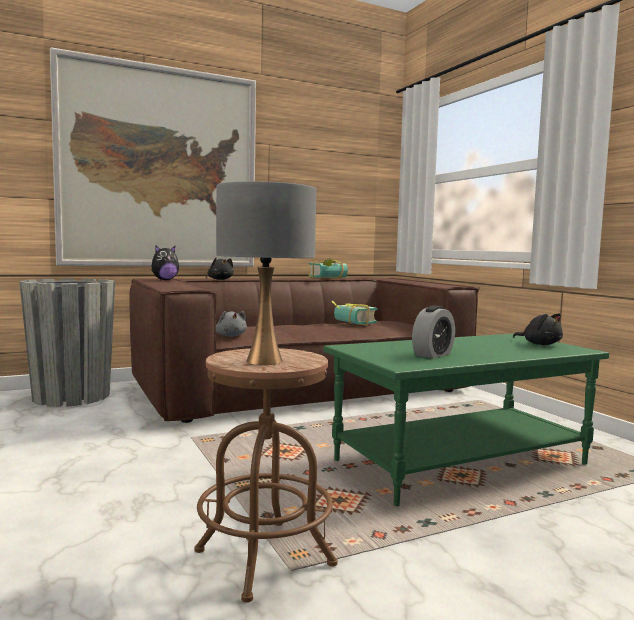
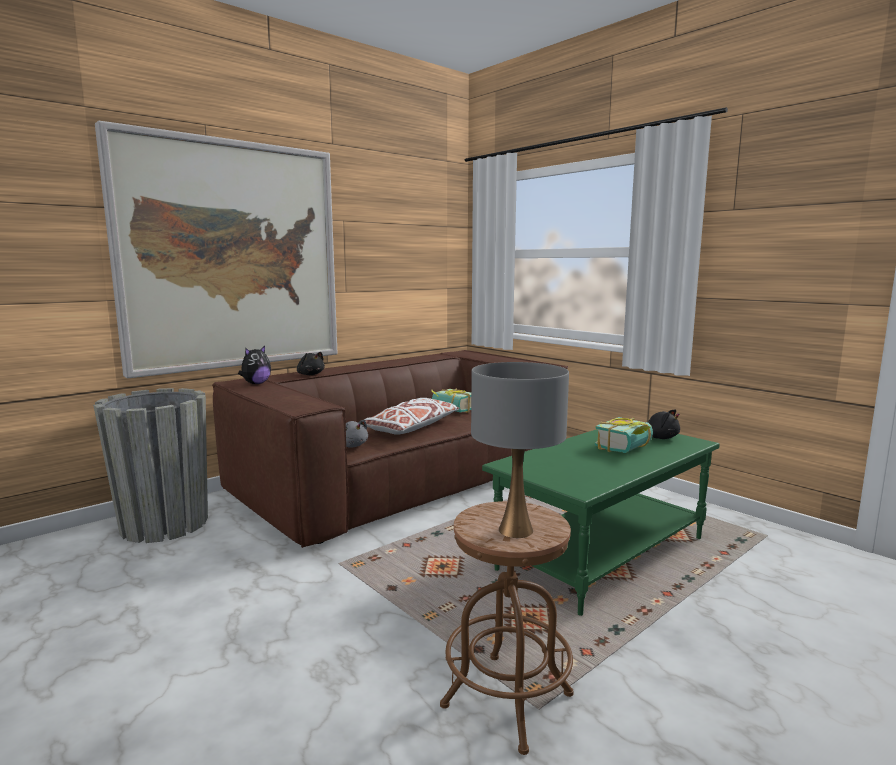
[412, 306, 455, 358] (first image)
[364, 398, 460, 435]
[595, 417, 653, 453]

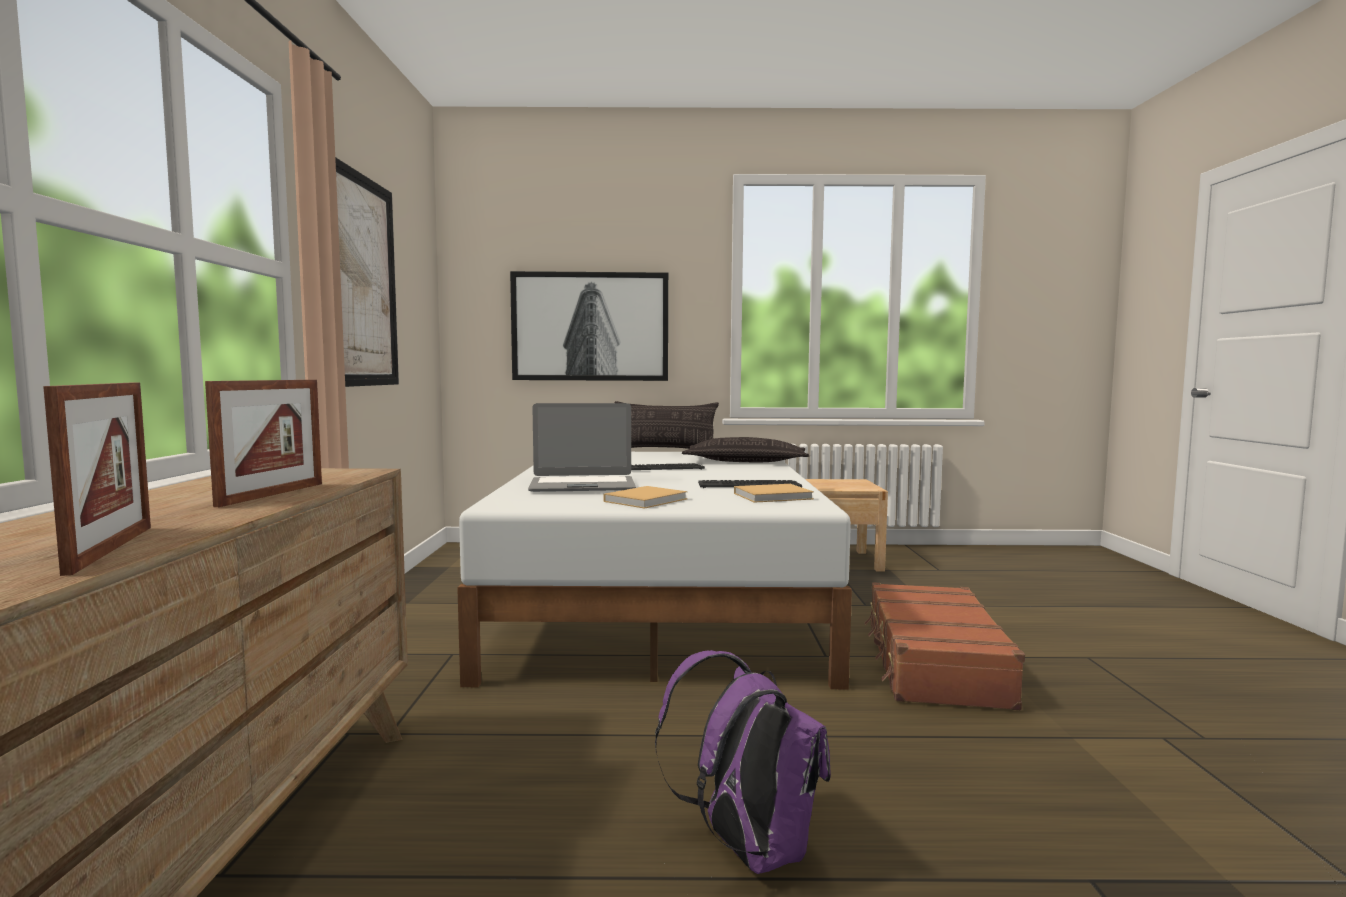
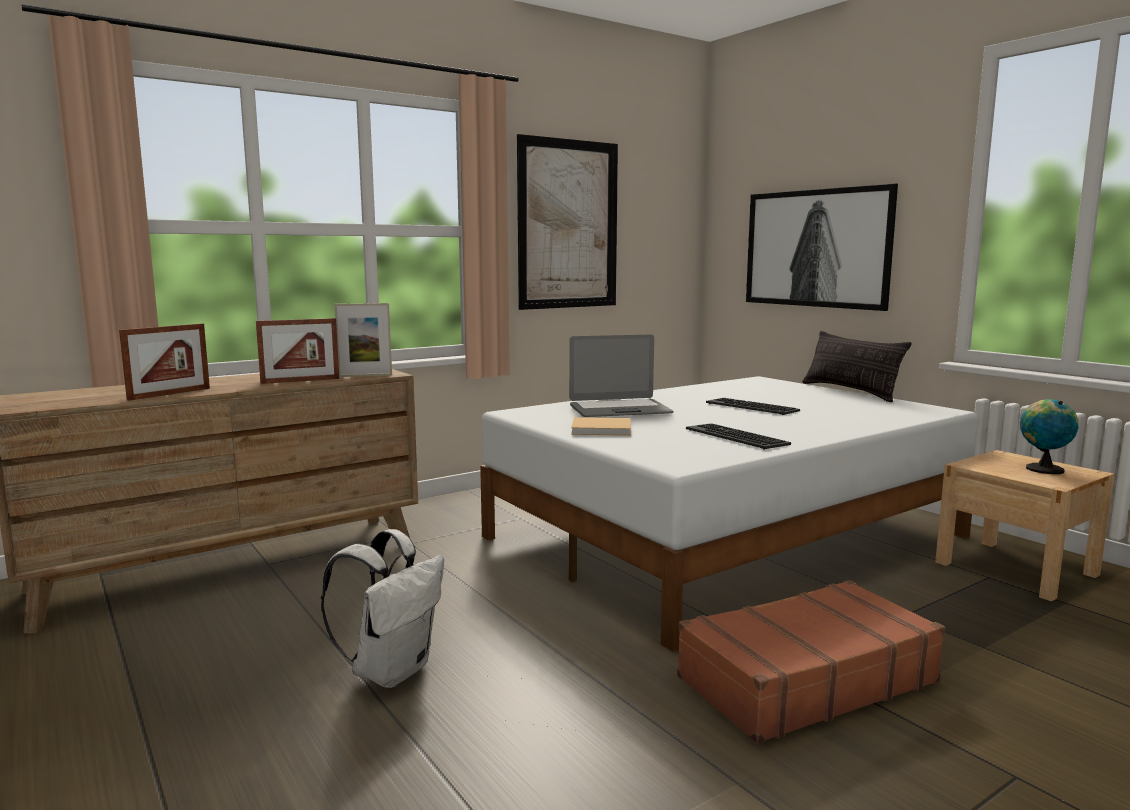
[682, 437, 809, 462] (first image)
[734, 484, 814, 503] (first image)
[335, 303, 392, 377]
[1020, 399, 1079, 474]
[321, 529, 444, 688]
[569, 335, 674, 417]

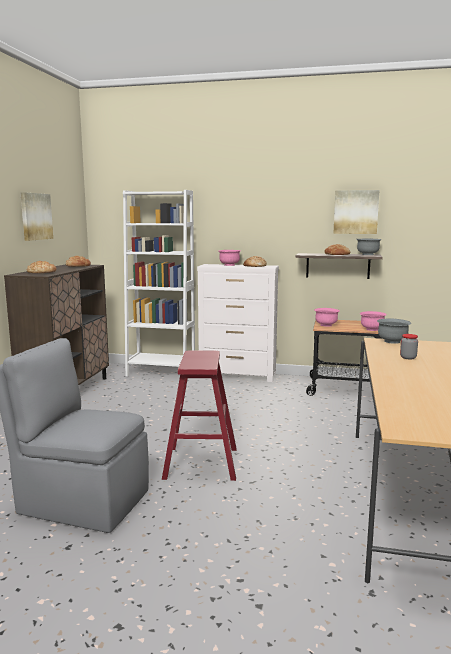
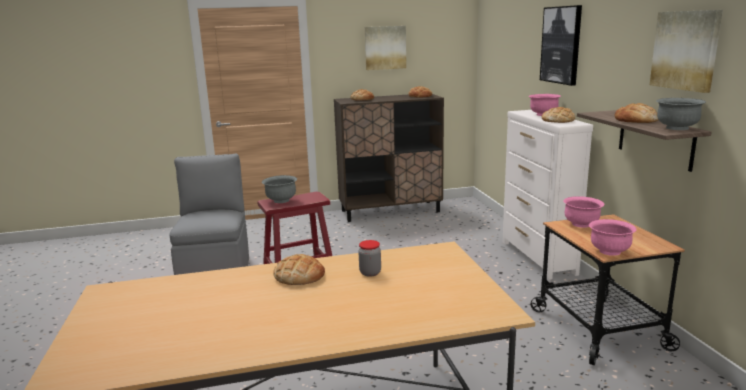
[123, 190, 195, 377] (first image)
[273, 254, 325, 285]
[540, 5, 582, 86]
[262, 175, 297, 203]

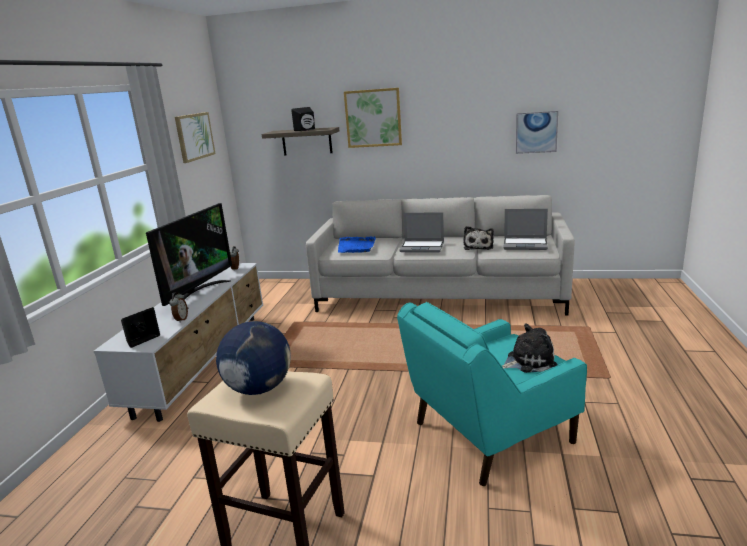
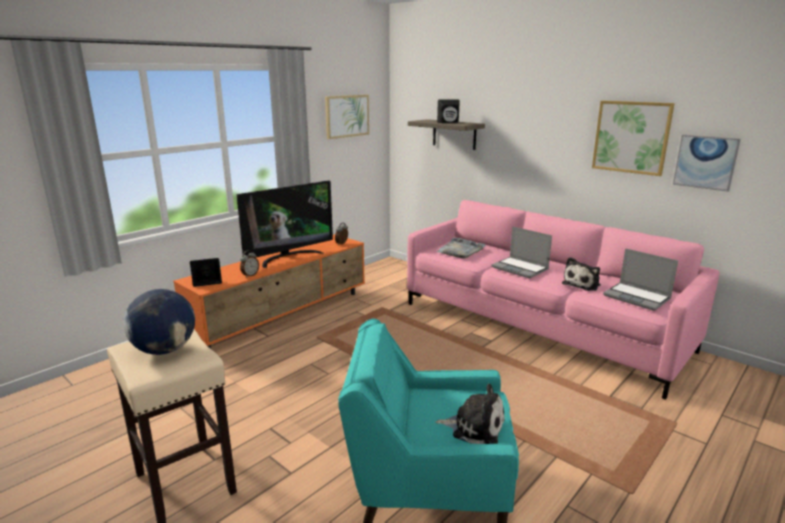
[592, 101, 675, 176]
[173, 234, 365, 349]
[407, 200, 719, 400]
[436, 238, 486, 258]

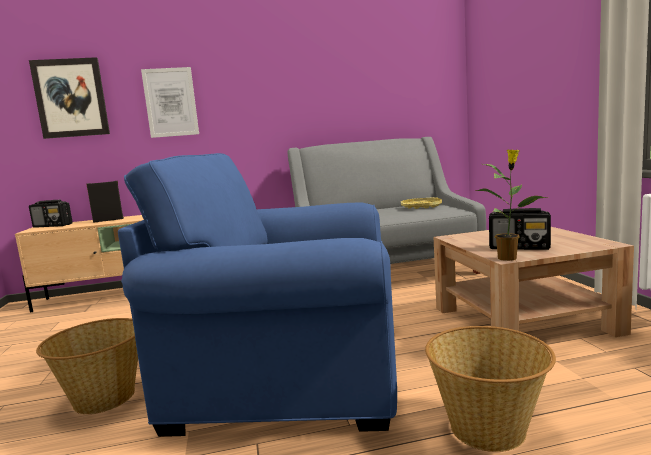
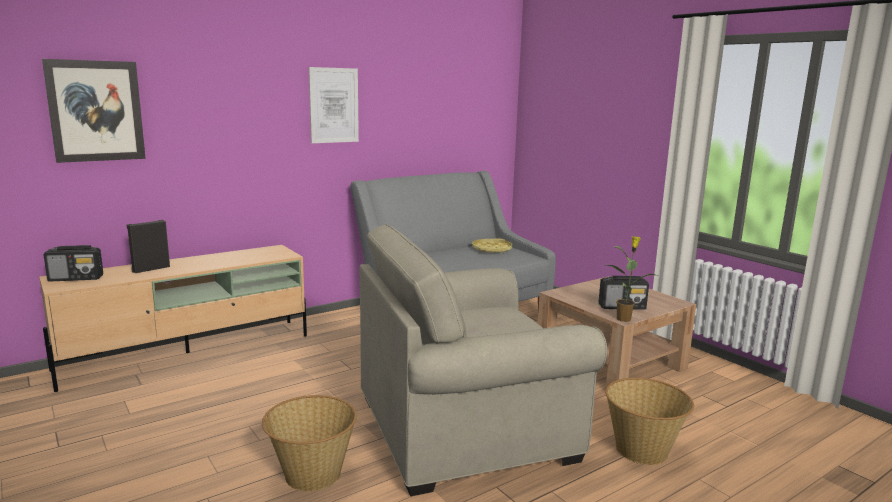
[309, 67, 359, 143]
[360, 224, 607, 496]

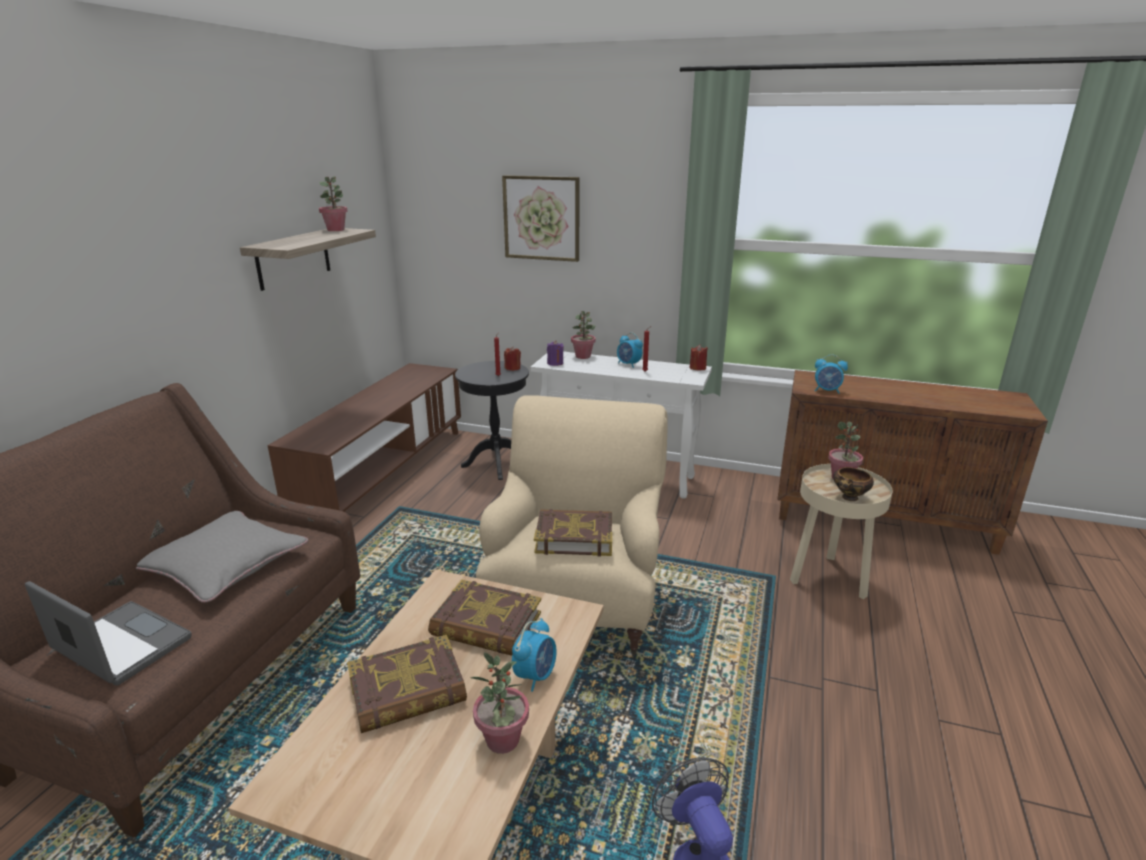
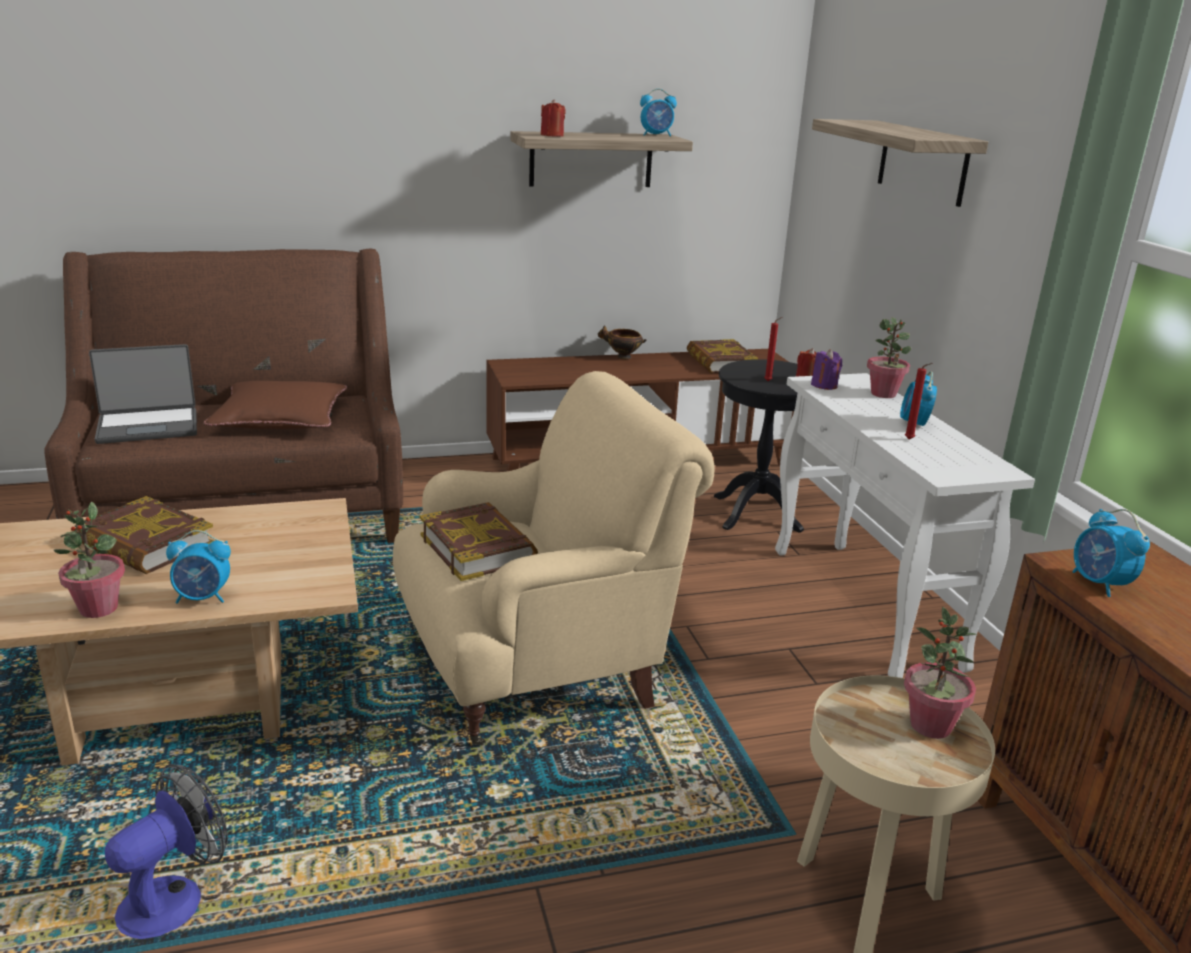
[687, 339, 758, 373]
[541, 99, 566, 137]
[598, 325, 647, 359]
[640, 89, 677, 136]
[812, 119, 988, 207]
[204, 381, 347, 429]
[89, 344, 197, 444]

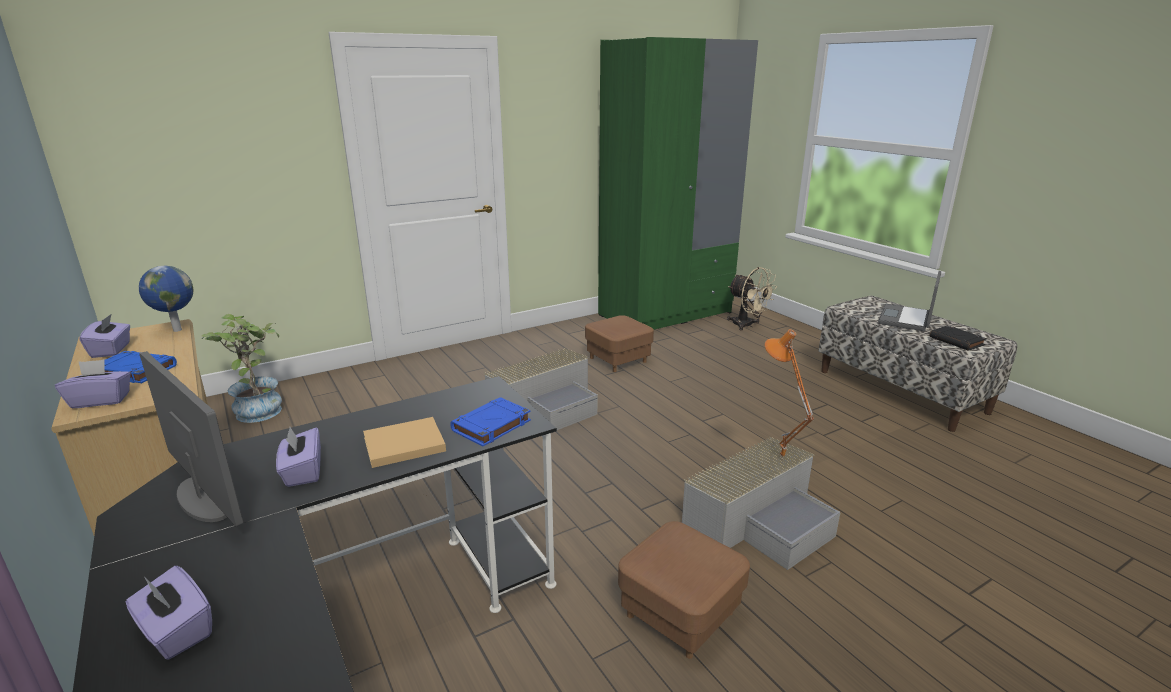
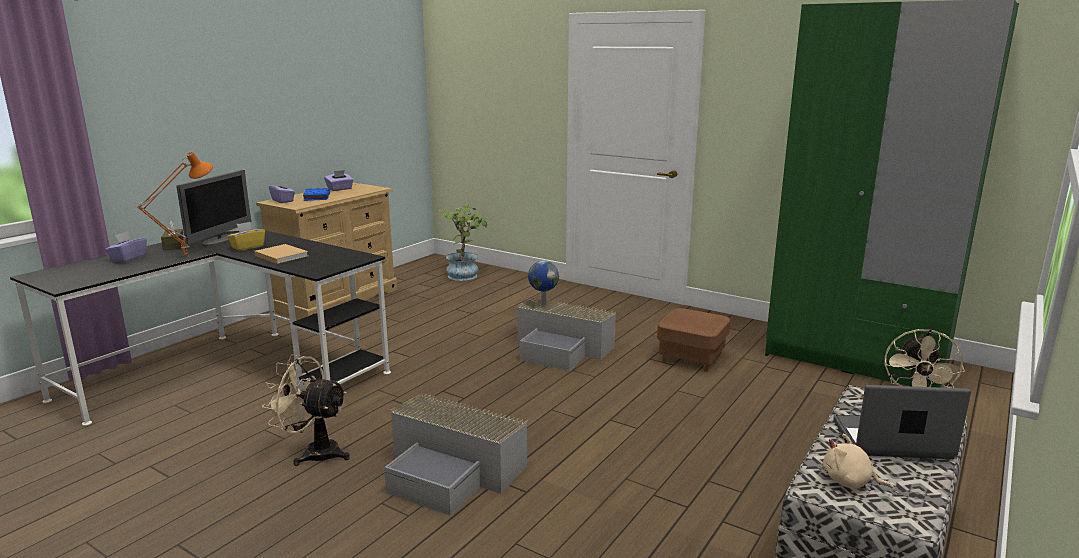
[450, 397, 531, 447] (first image)
[161, 220, 184, 250]
[528, 260, 559, 305]
[137, 152, 213, 258]
[262, 355, 350, 466]
[823, 434, 895, 491]
[227, 222, 265, 251]

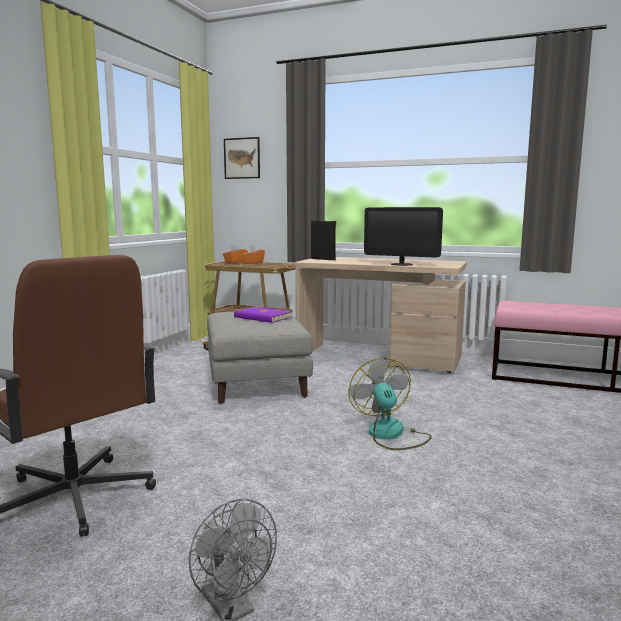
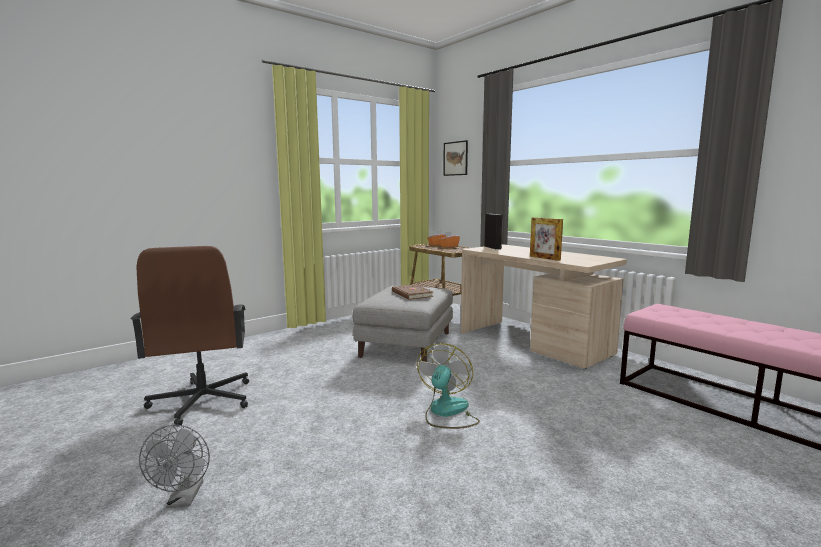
[530, 217, 563, 261]
[392, 284, 434, 300]

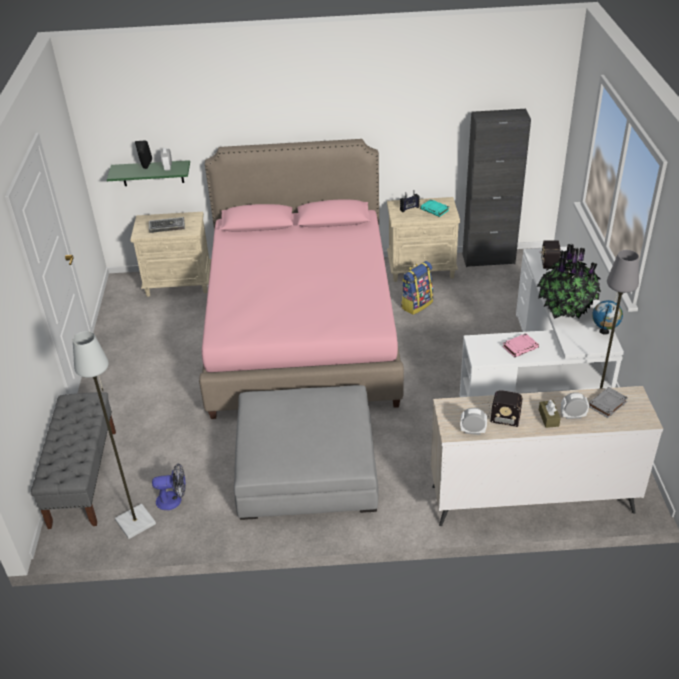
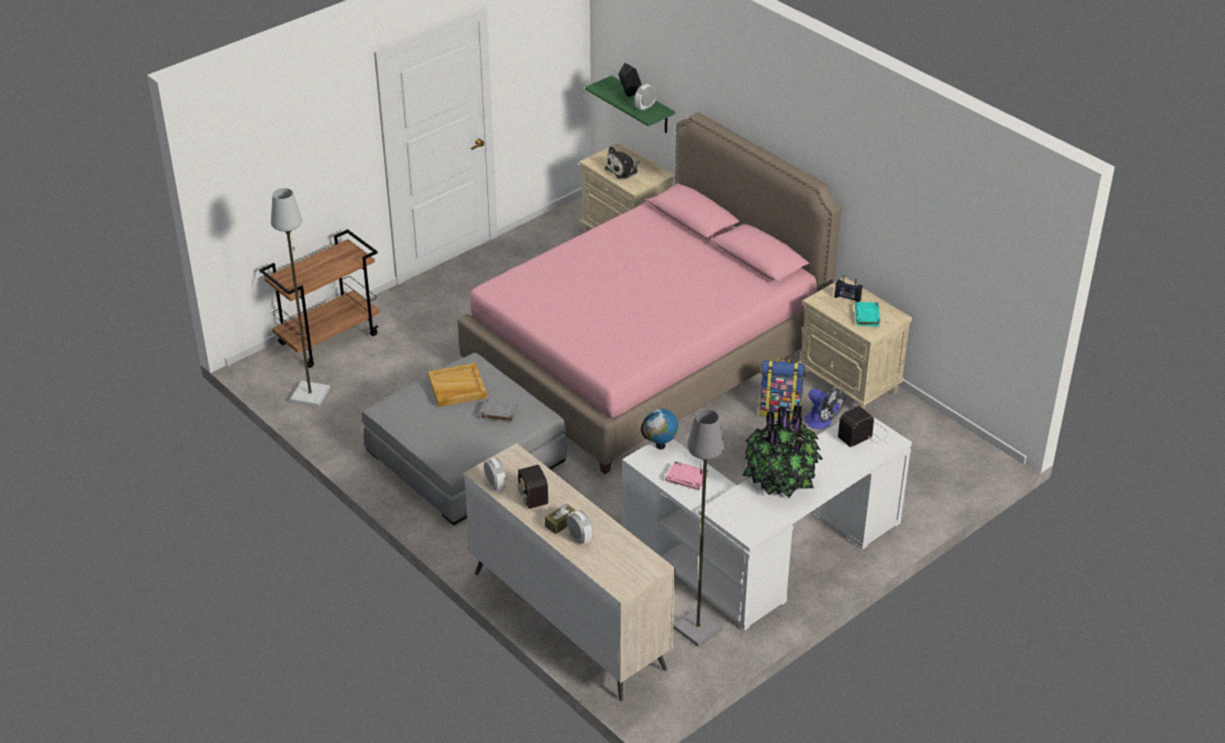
[463, 109, 531, 267] (first image)
[428, 363, 487, 407]
[804, 388, 845, 429]
[480, 400, 518, 422]
[641, 409, 678, 450]
[259, 229, 380, 368]
[605, 146, 639, 179]

